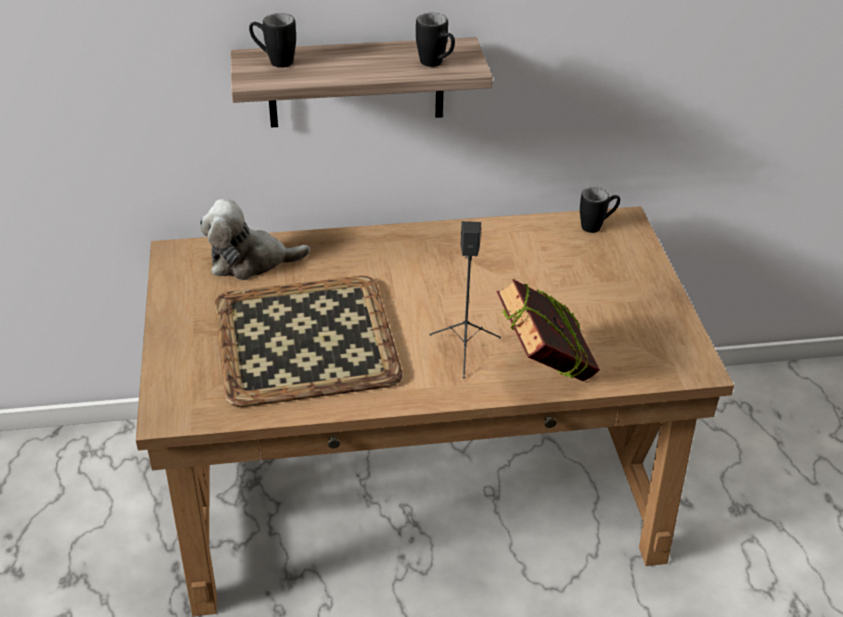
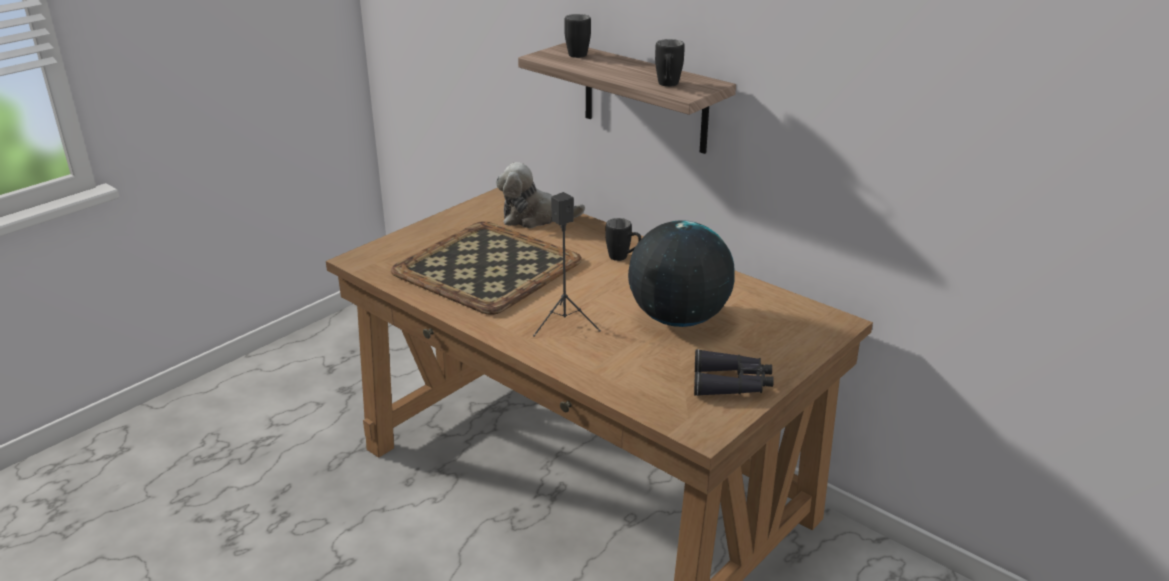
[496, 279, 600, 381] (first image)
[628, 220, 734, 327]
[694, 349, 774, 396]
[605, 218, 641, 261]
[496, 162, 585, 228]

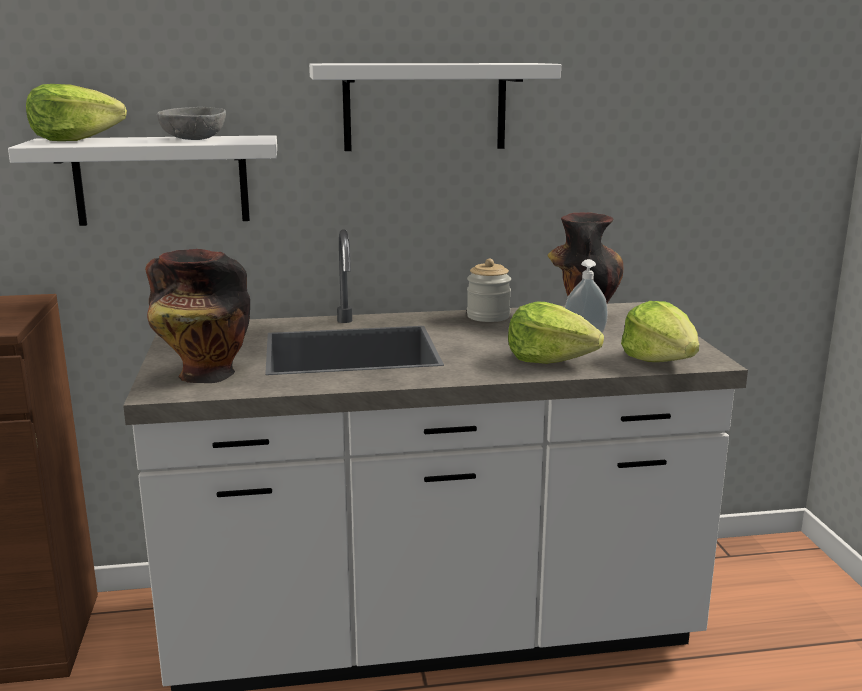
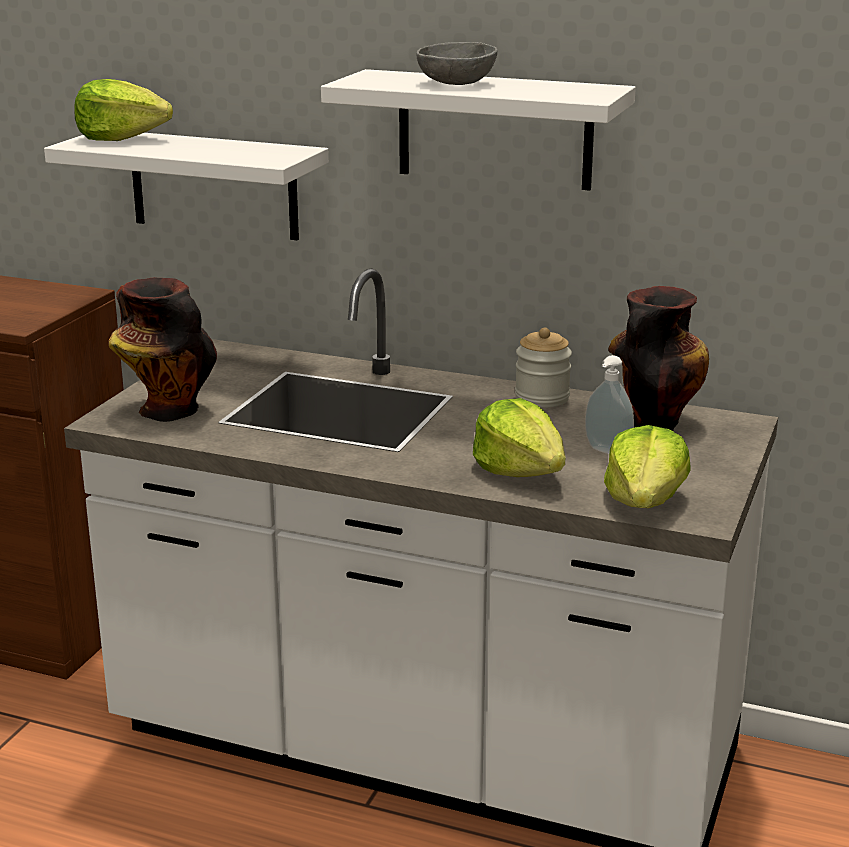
[417, 42, 497, 85]

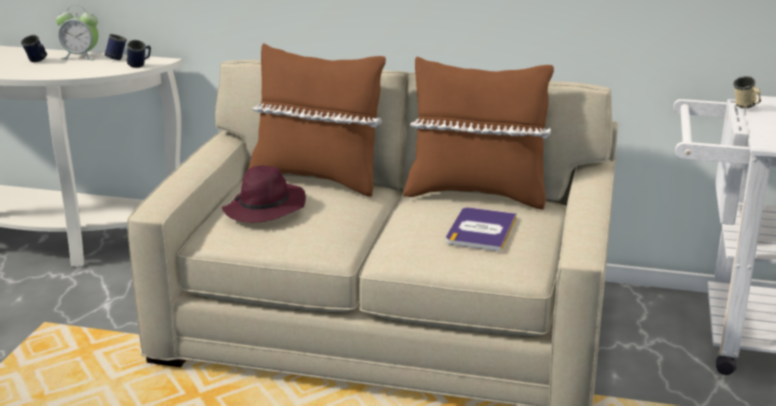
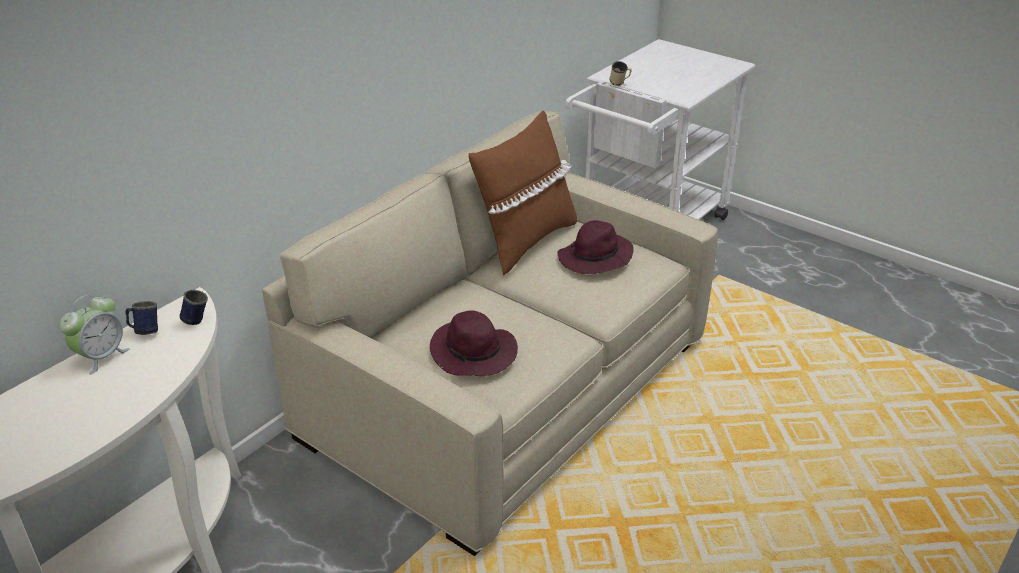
[21, 35, 47, 62] (first image)
[248, 43, 386, 197] (first image)
[558, 220, 634, 274]

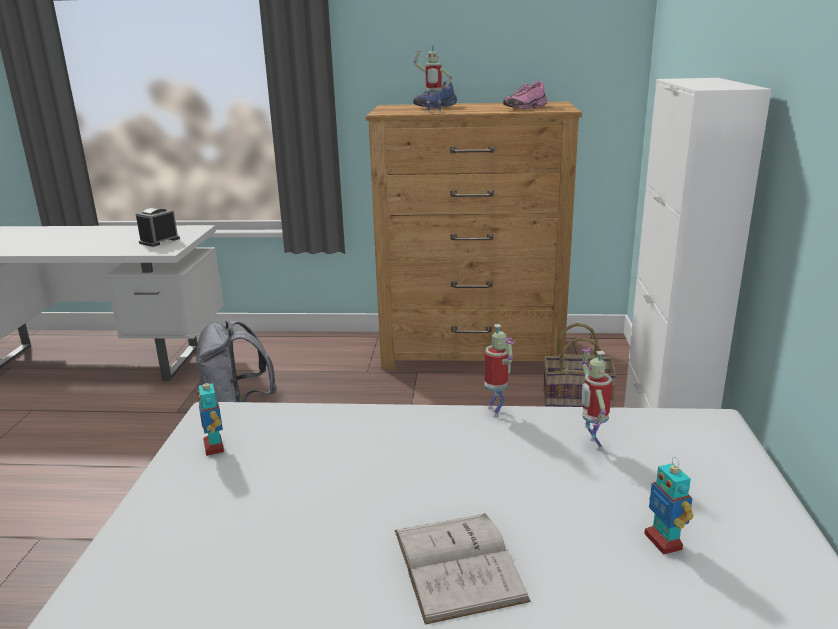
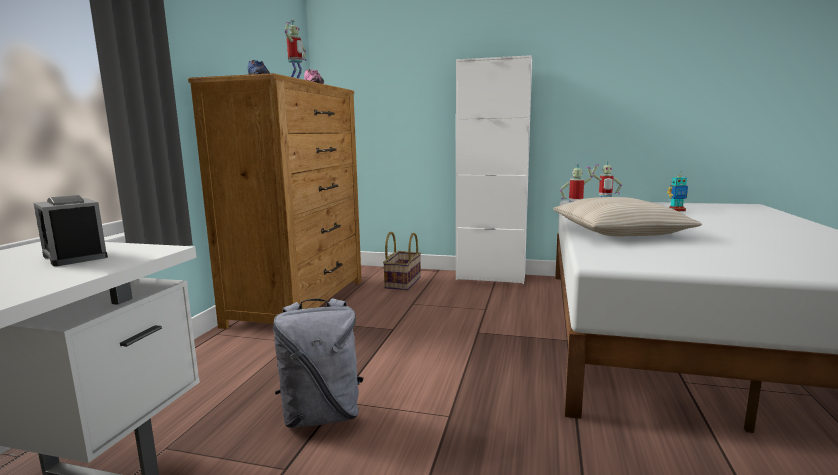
[197, 380, 224, 456] (first image)
[395, 513, 531, 625] (first image)
[553, 197, 702, 236]

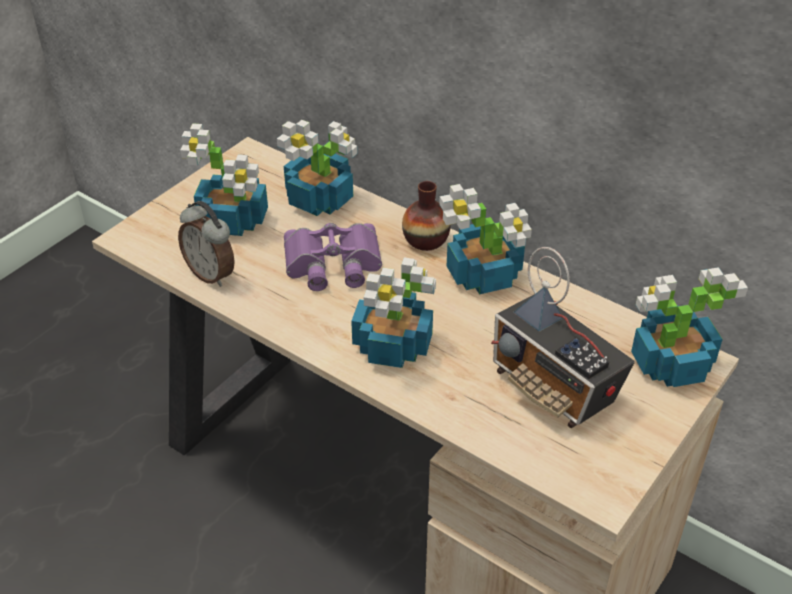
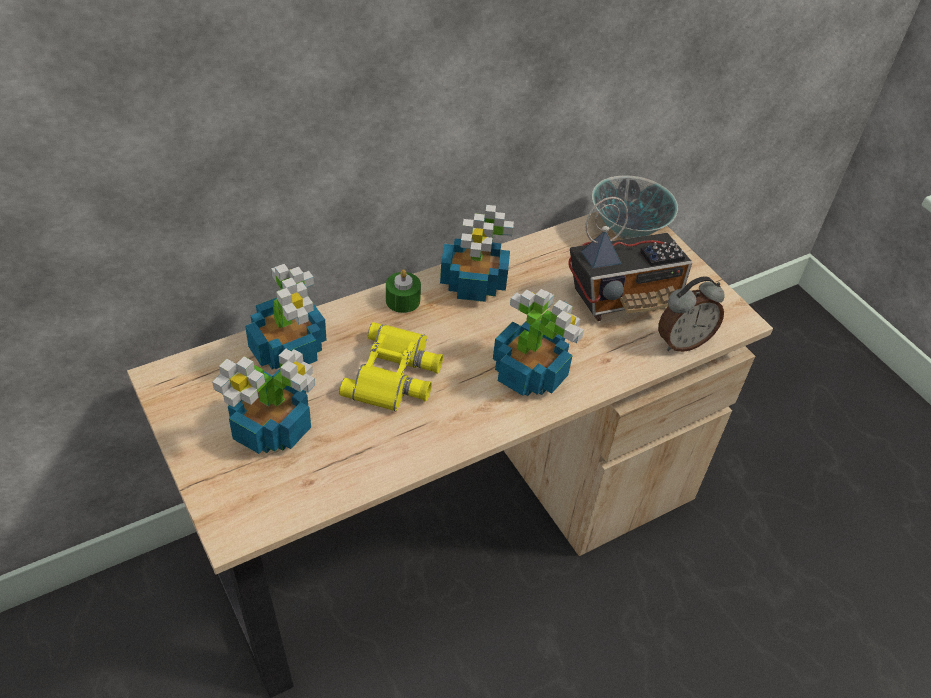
[658, 277, 725, 352]
[386, 269, 421, 313]
[592, 175, 678, 239]
[339, 322, 443, 411]

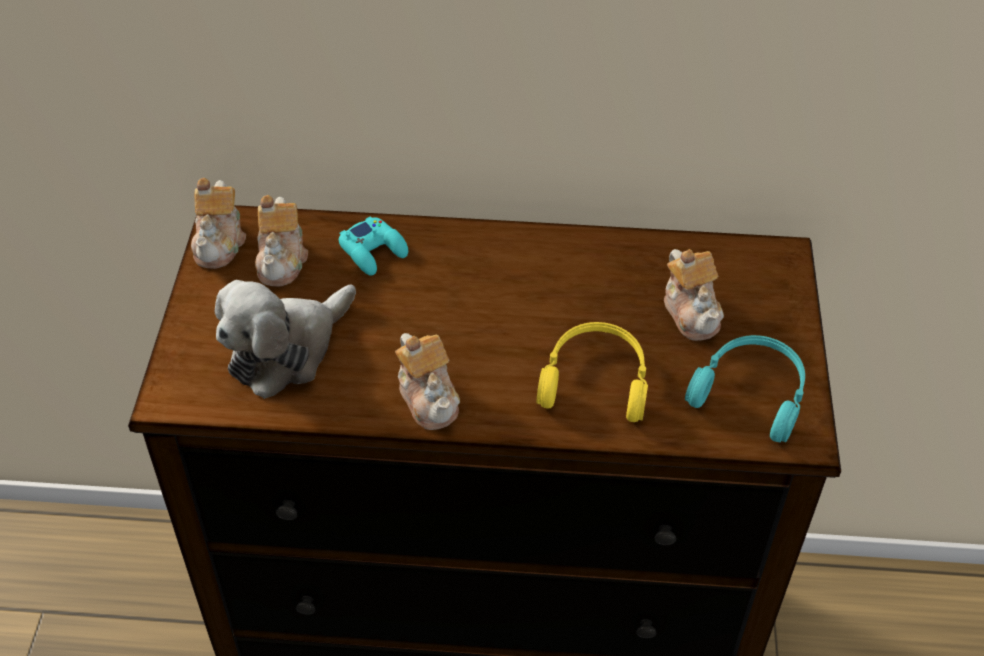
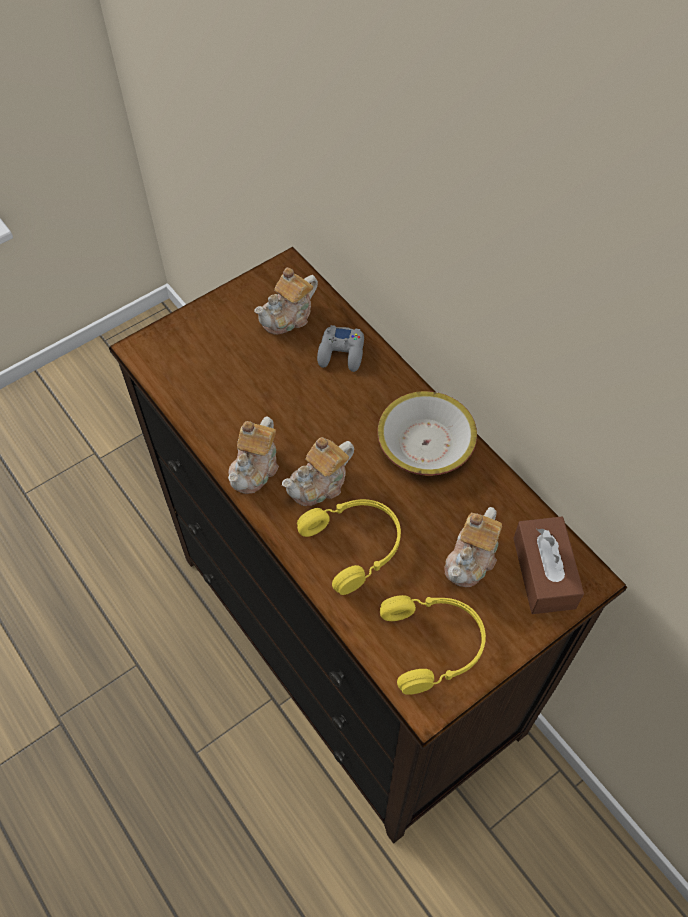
[215, 280, 356, 399] (first image)
[377, 391, 477, 476]
[513, 516, 584, 614]
[282, 437, 354, 506]
[317, 325, 364, 372]
[380, 595, 486, 695]

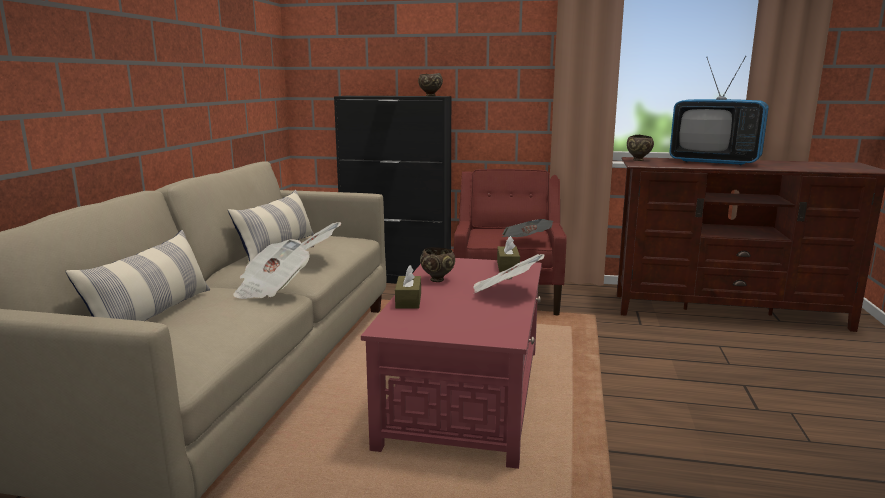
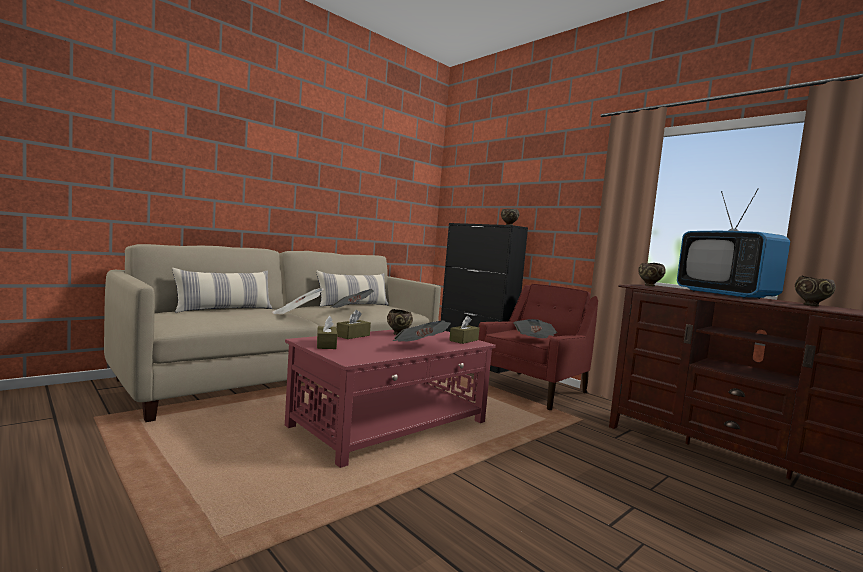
[317, 316, 337, 349]
[795, 276, 836, 306]

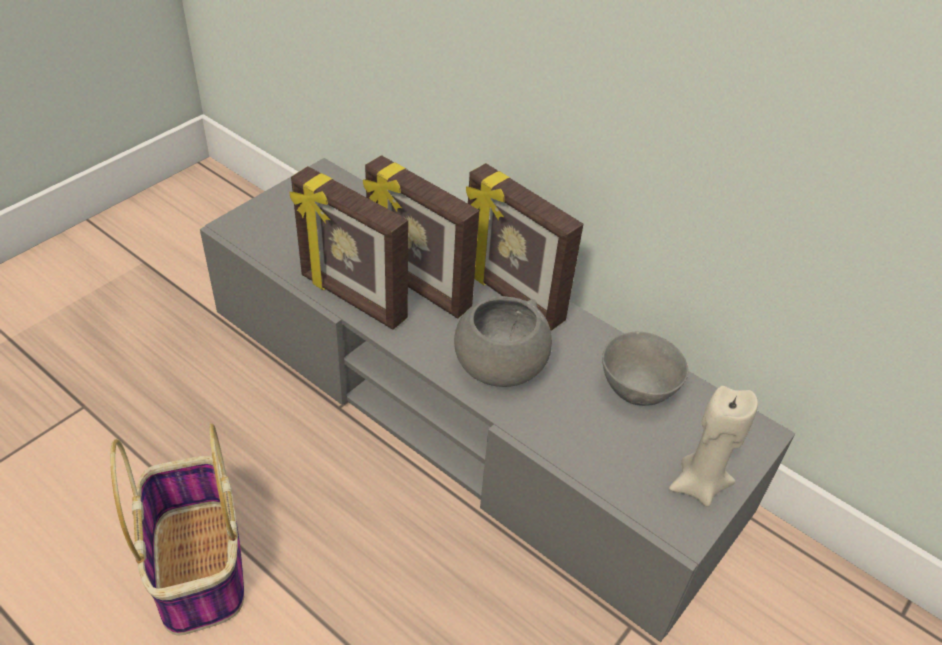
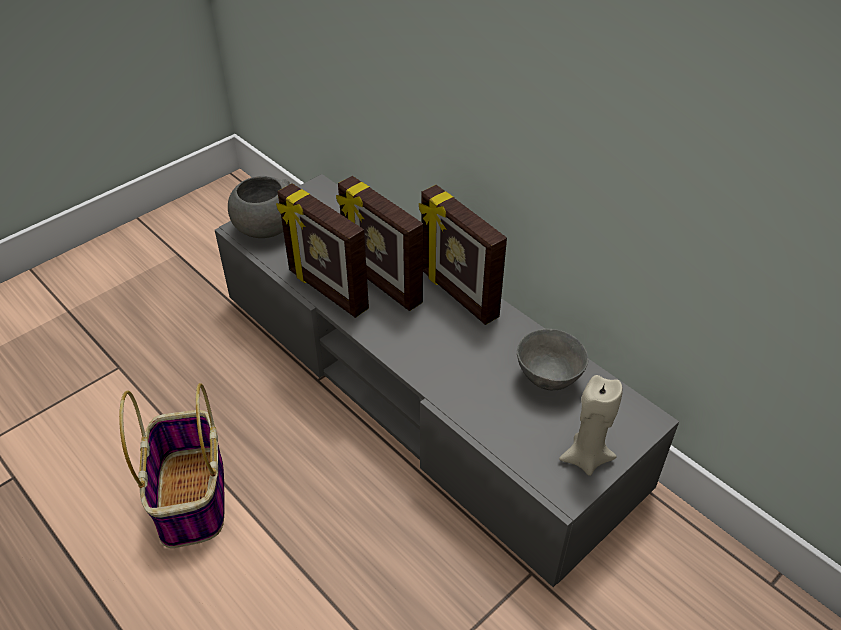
[228, 176, 290, 238]

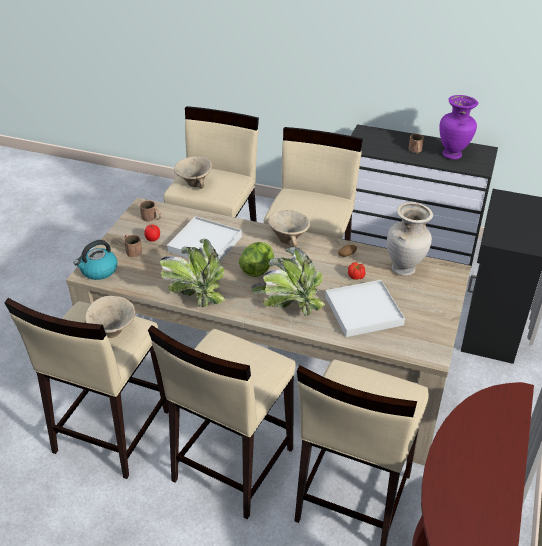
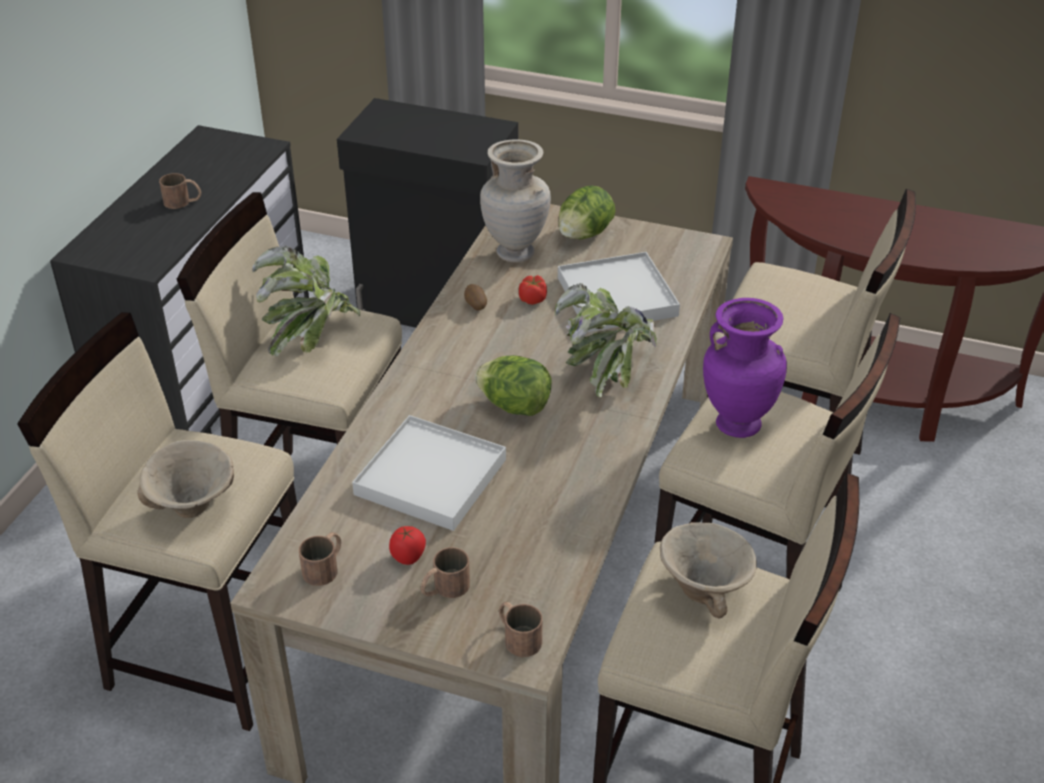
[268, 210, 310, 247] (first image)
[558, 185, 616, 239]
[252, 246, 360, 356]
[703, 298, 787, 438]
[499, 602, 542, 657]

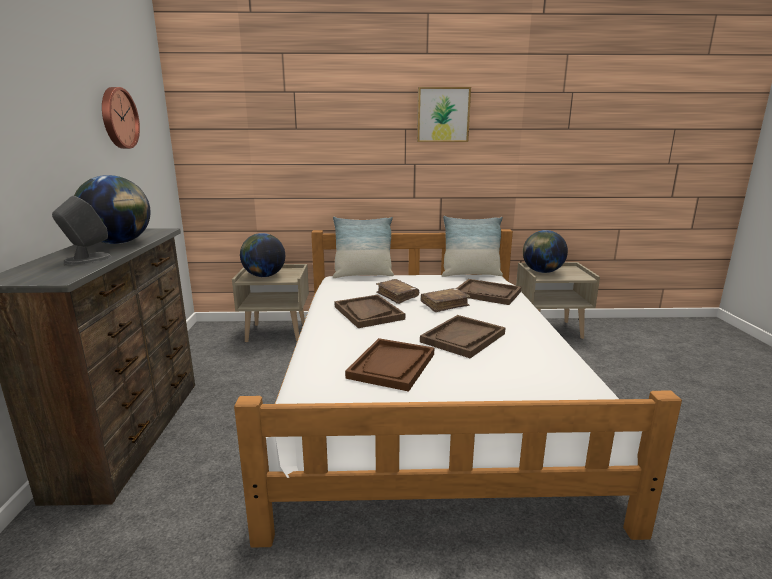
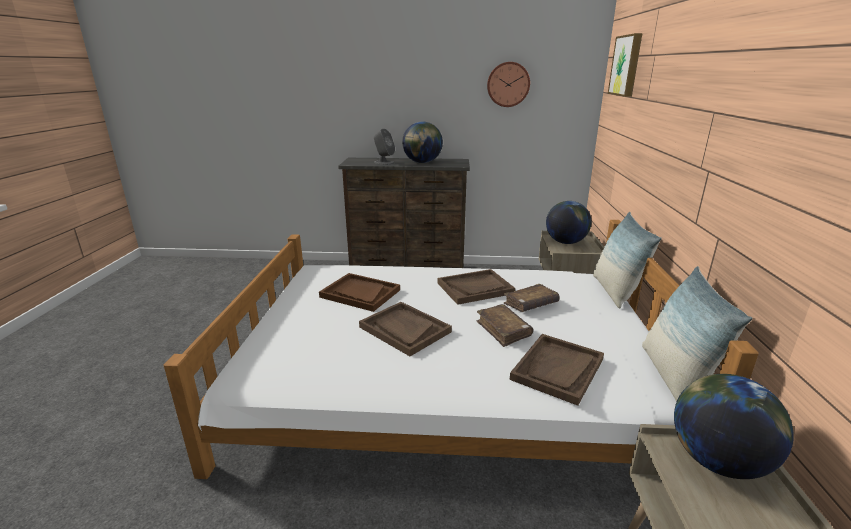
[608, 33, 642, 97]

